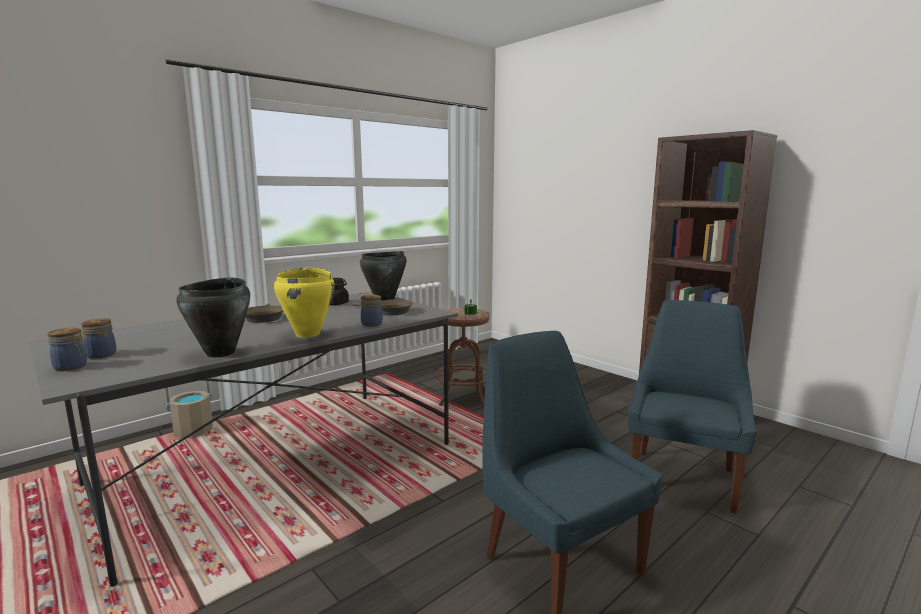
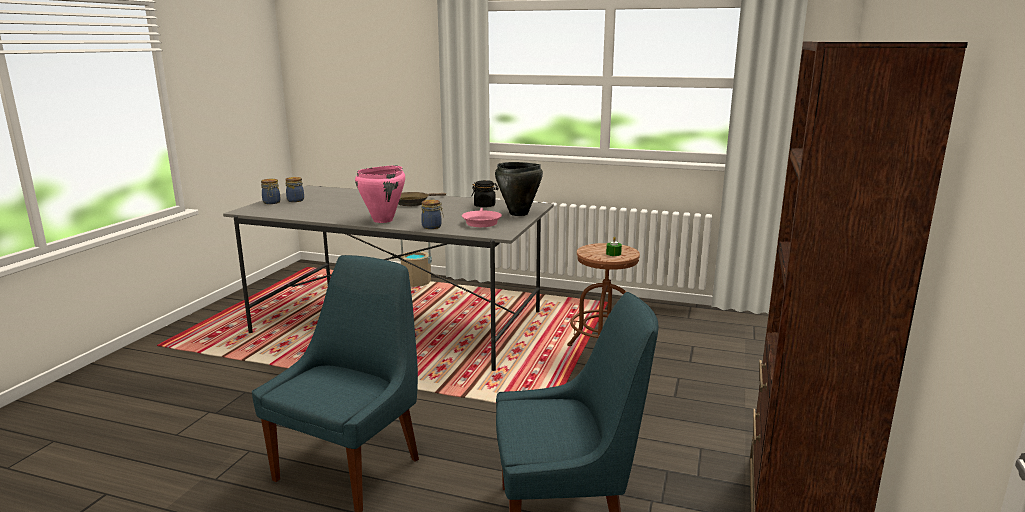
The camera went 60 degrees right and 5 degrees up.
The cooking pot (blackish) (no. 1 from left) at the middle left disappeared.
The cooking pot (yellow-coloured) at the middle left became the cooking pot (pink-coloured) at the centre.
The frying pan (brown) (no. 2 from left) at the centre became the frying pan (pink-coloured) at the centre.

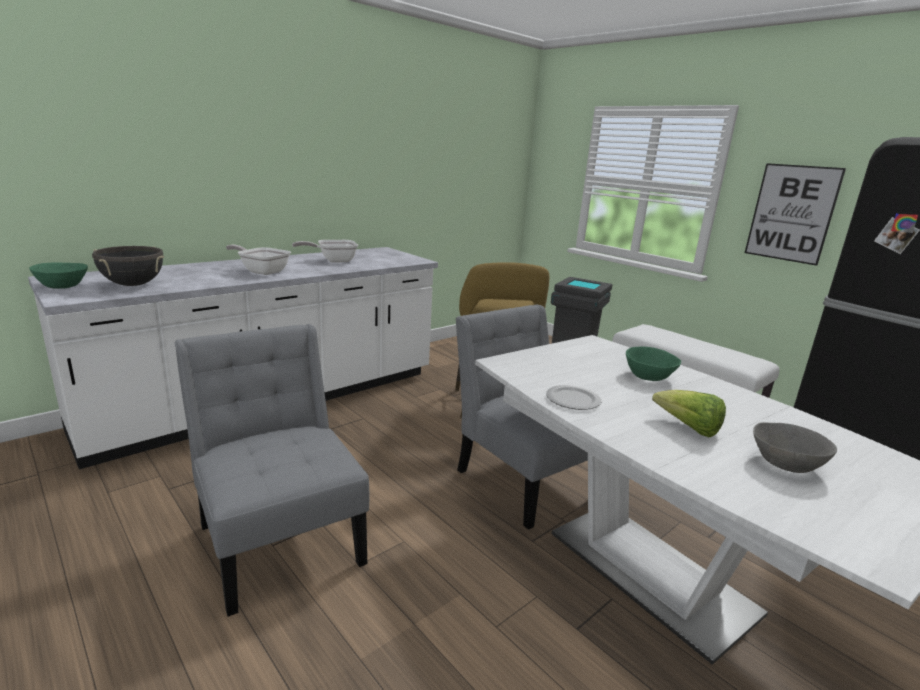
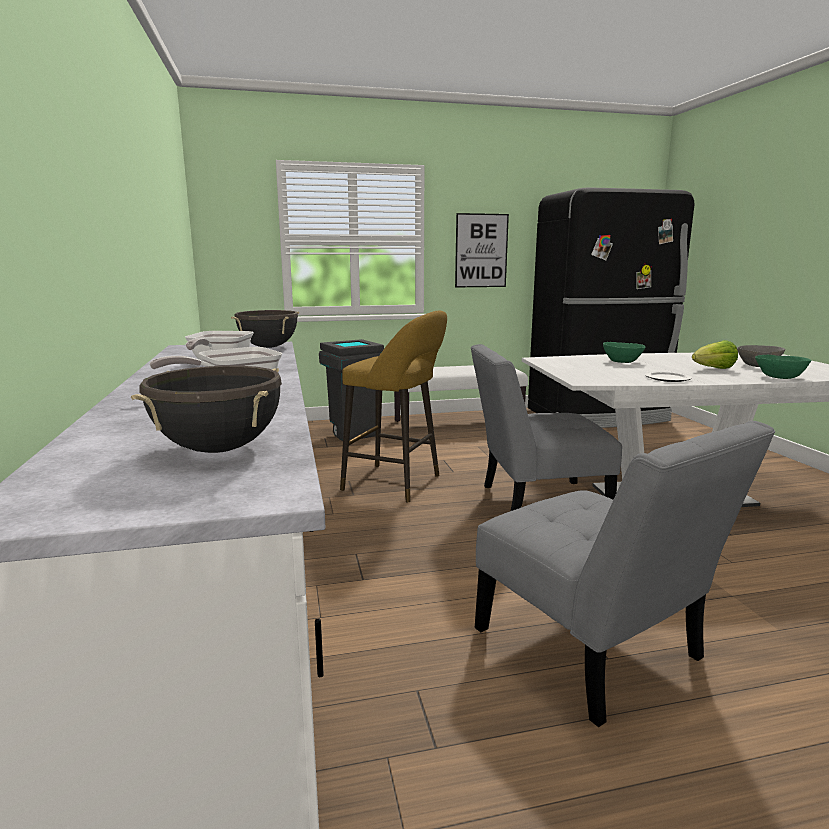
The camera went 60 degrees left and 5 degrees down.
The cooking pot (blackish) (no. 2 from left) at the middle left appeared.
The deep dish (green-coloured) (no. 1 from left in the first image) moved from the middle left to the middle right.
The upright chair (gray) (no. 1 from left in the first image) at the bottom left turned 120 degrees counterclockwise.

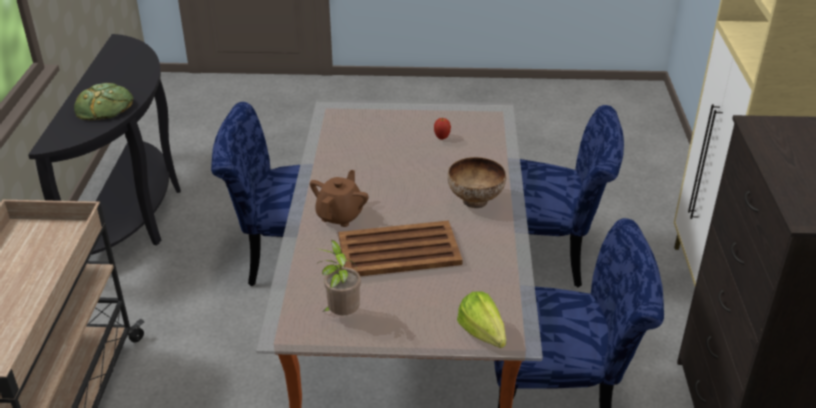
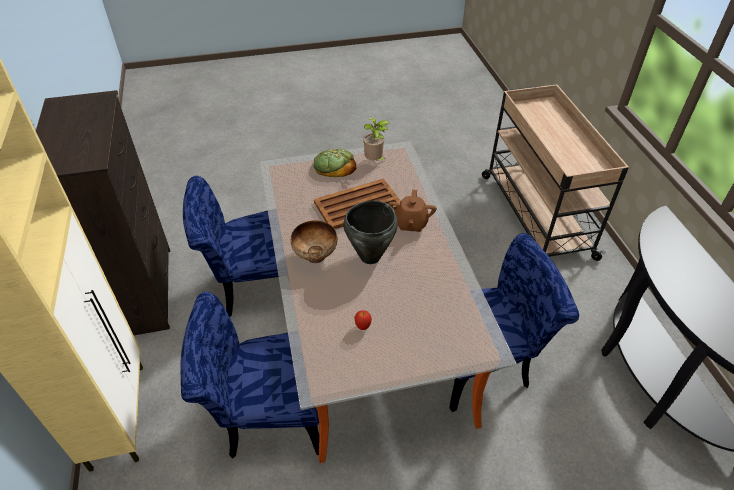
The camera went 165 degrees right and 10 degrees up.
The lettuce head at the bottom centre disappeared.
The cooking pot (blackish) at the centre appeared.
The baked bread moved from the top left to the top centre.

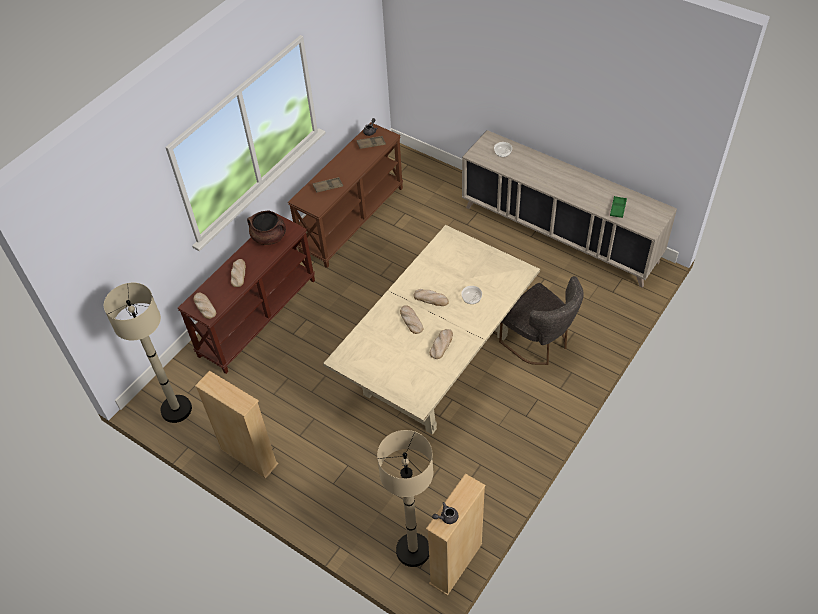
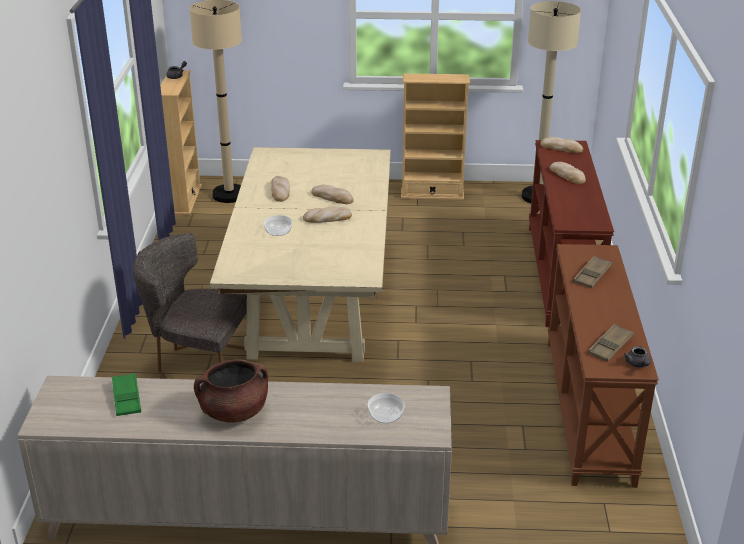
The camera went 145 degrees right and 20 degrees down.
The cooking pot (brown) moved from the middle left to the bottom left.

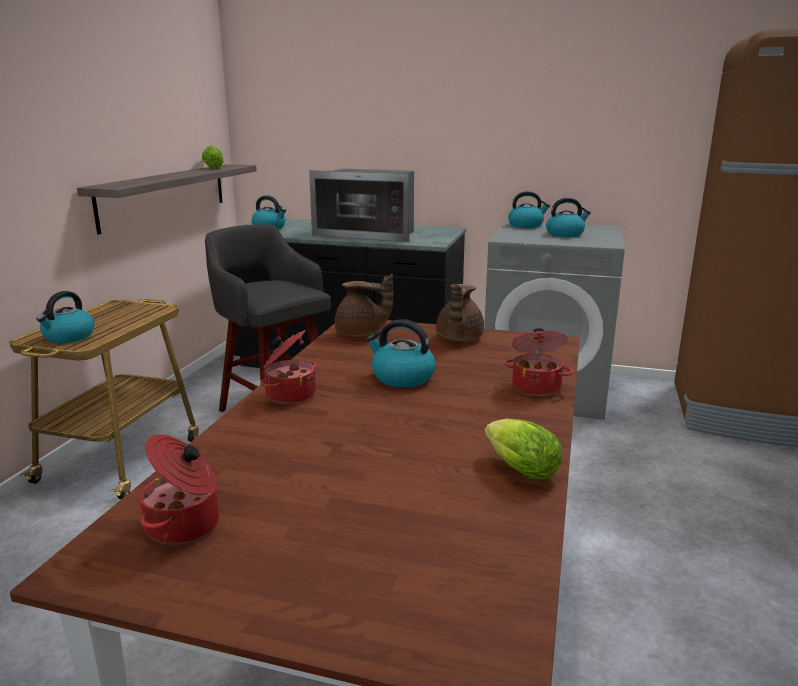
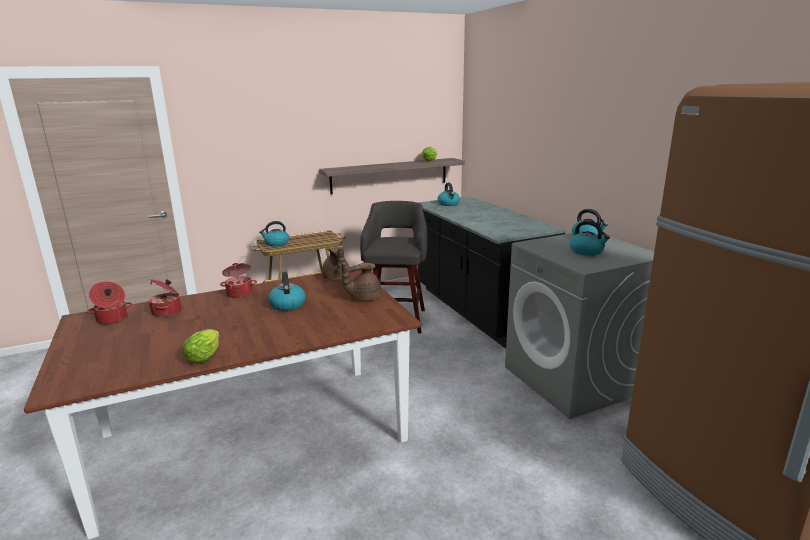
The camera went 50 degrees right and 0 degrees up.
The microwave at the top centre disappeared.
The cooking pot (no. 3 from left in the first image) moved from the middle right to the middle left.

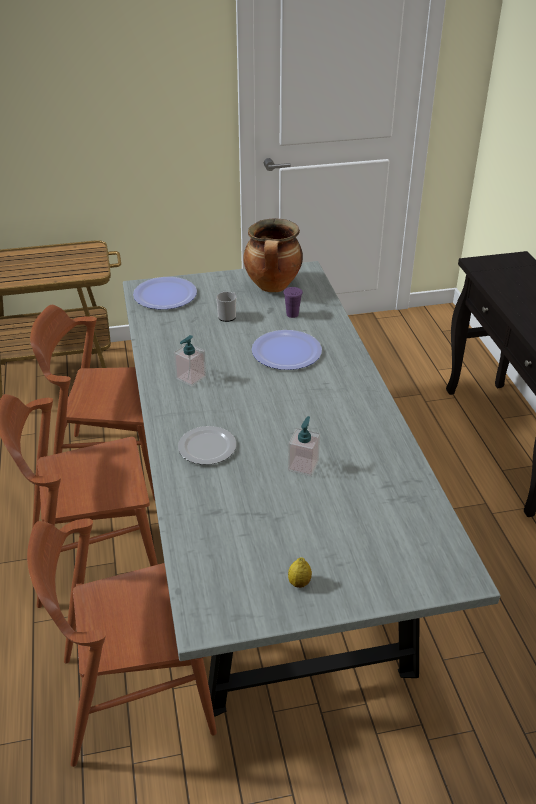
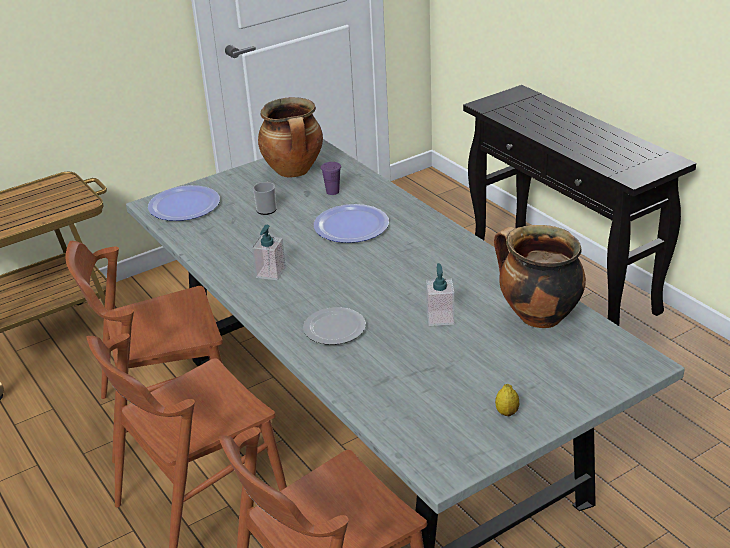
The camera went 20 degrees left and 5 degrees down.
The cooking pot (no. 2 from left) at the middle right appeared.

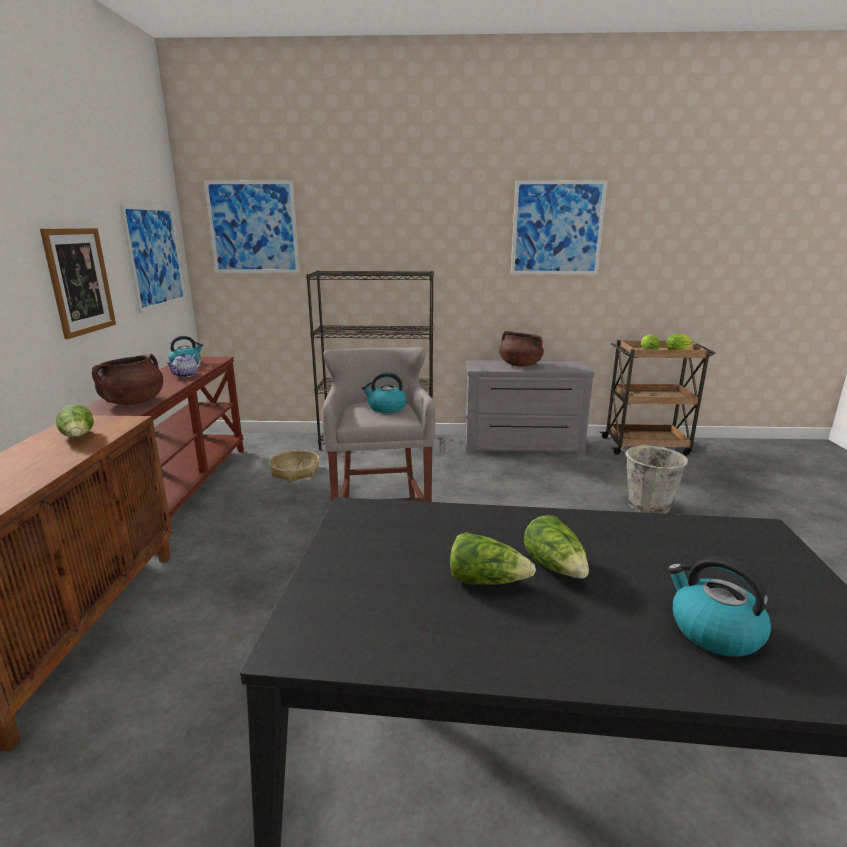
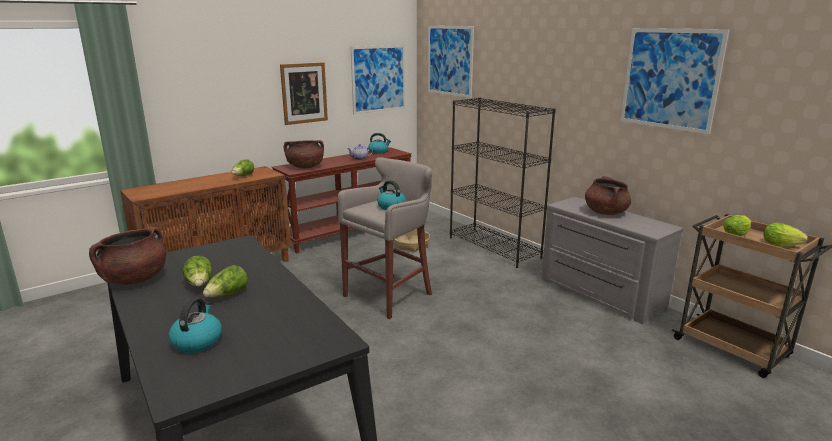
The camera went 50 degrees right and 0 degrees up.
The bucket (gray) at the middle right disappeared.
The cooking pot (brown) (no. 1 from left) at the middle left appeared.

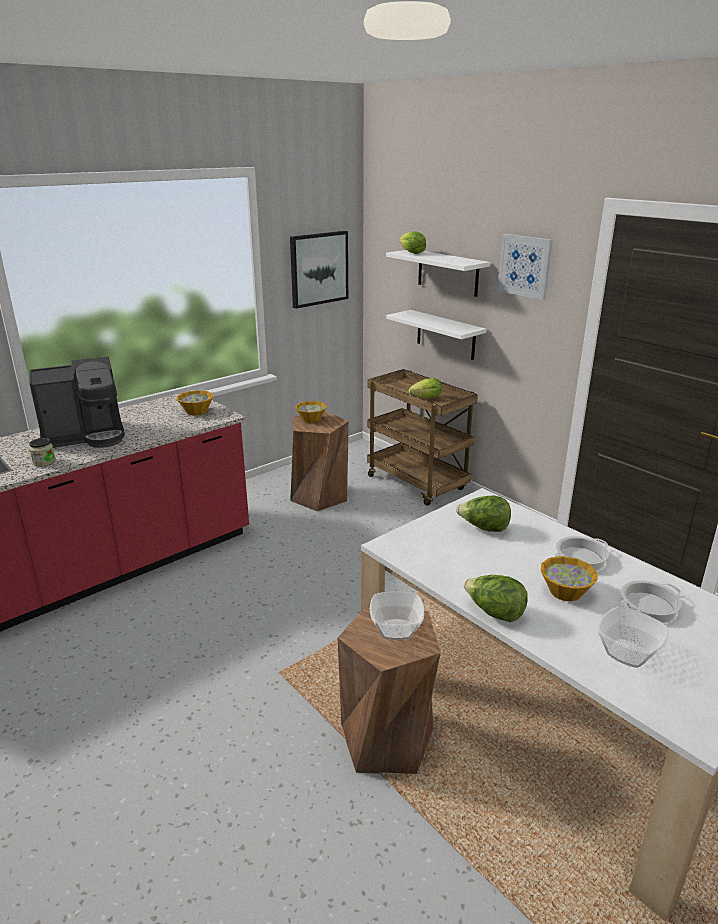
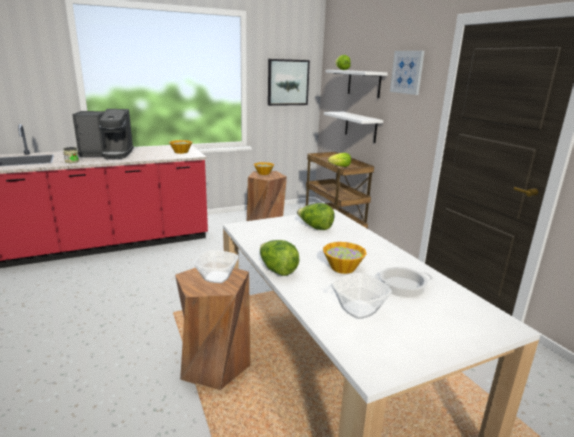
The camera went 15 degrees right and 5 degrees down.
The cooking pot (no. 1 from left) at the middle right disappeared.

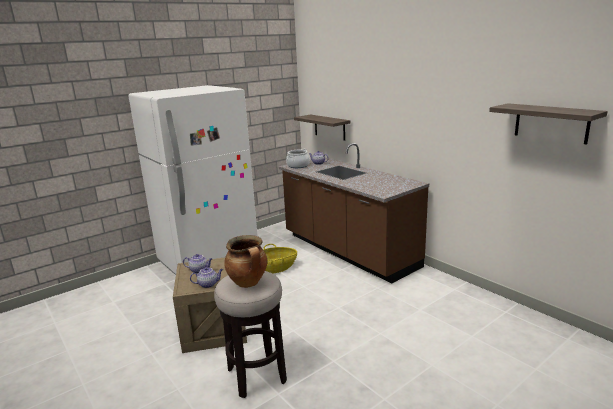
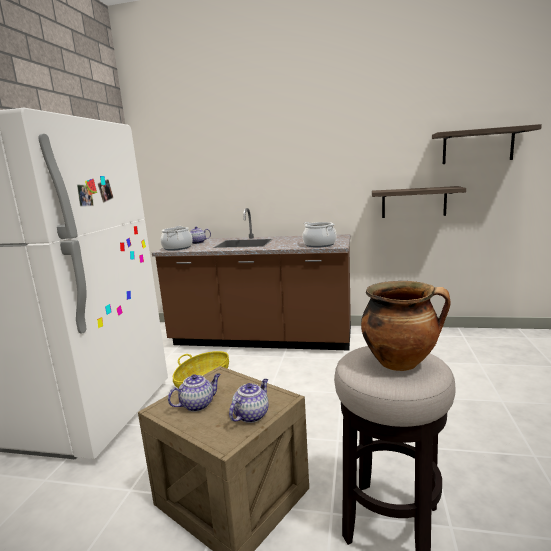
The camera went 40 degrees left and 5 degrees down.
The cooking pot (no. 2 from left) at the centre appeared.
The bracket shelf (no. 1 from left) moved from the top centre to the middle right.

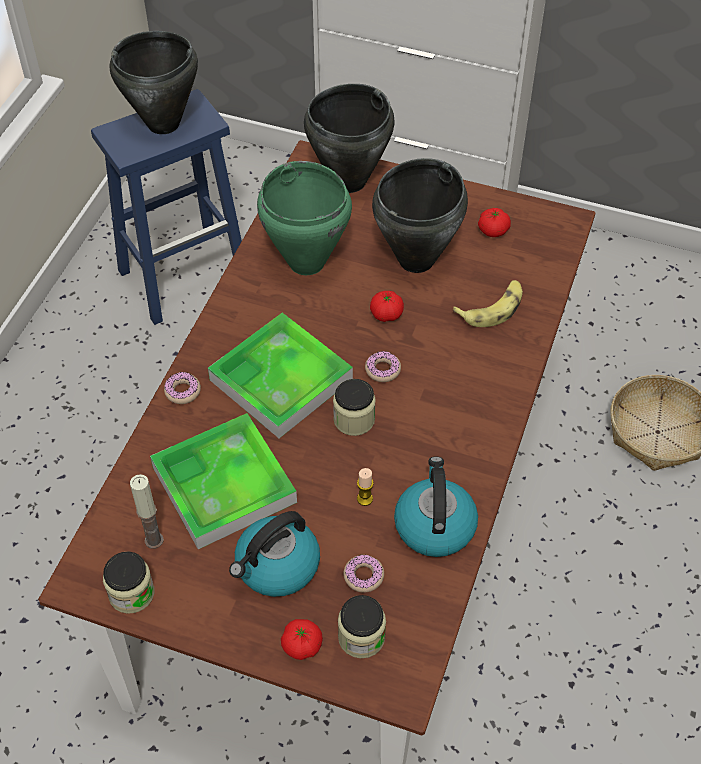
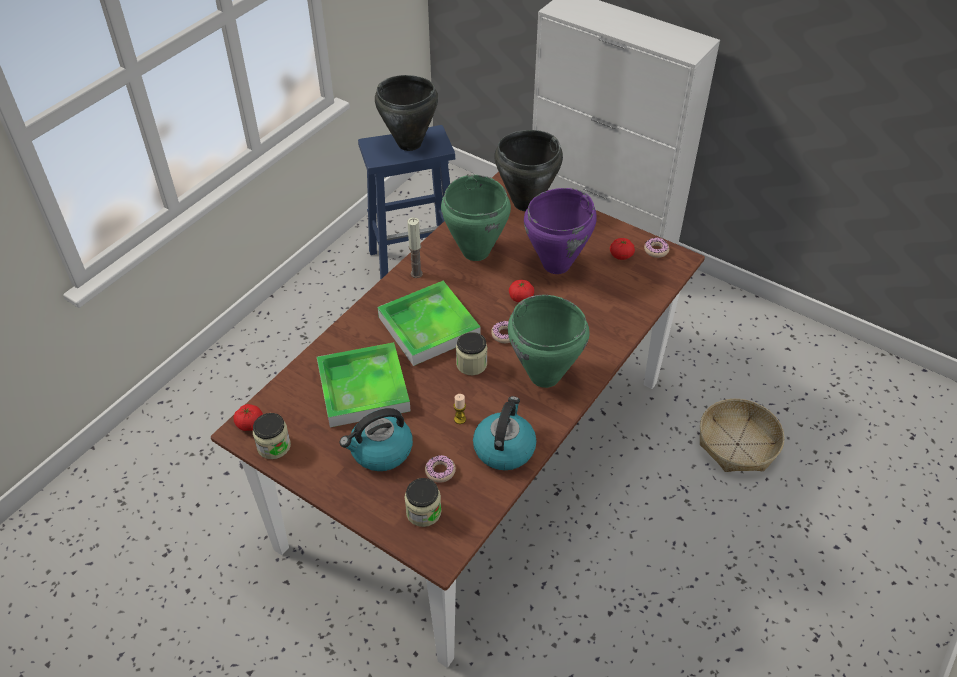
The camera went 15 degrees right and 5 degrees down.
The banana fruit at the middle right disappeared.
The cooking pot (green-coloured) (no. 2 from left) at the centre appeared.
The candle (no. 1 from left) moved from the bottom left to the centre.
The donut (no. 1 from left in the first image) moved from the middle left to the middle right.
The whole tomato (no. 1 from left) moved from the bottom centre to the middle left.
The cooking pot (blackish) (no. 3 from left) at the top centre became the cooking pot (purplish) at the centre.

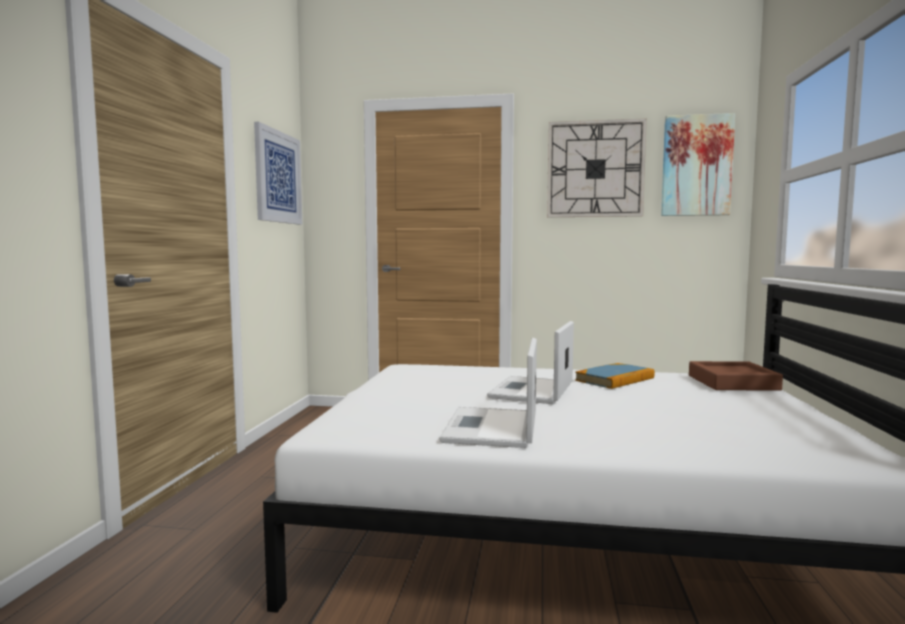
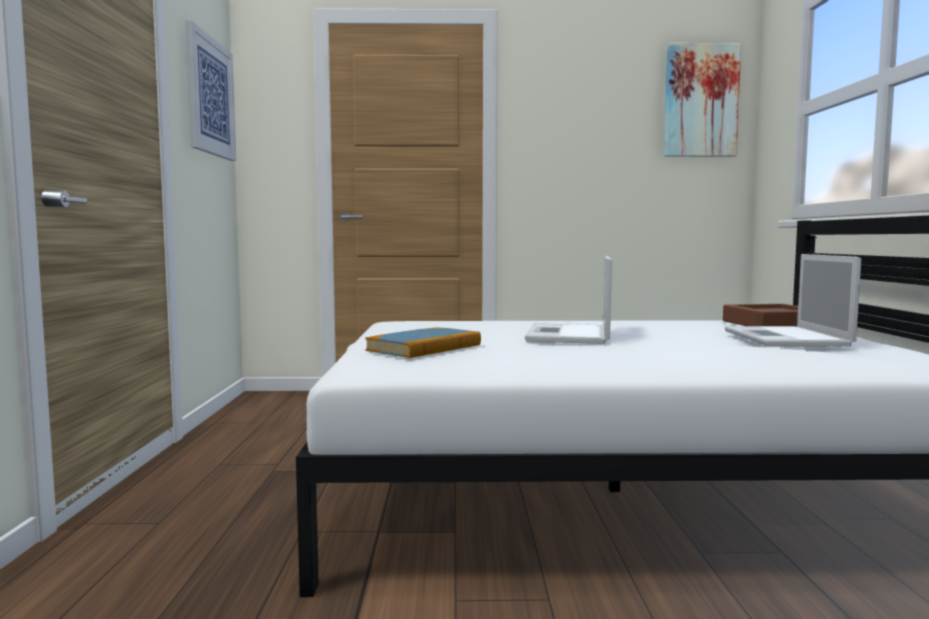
The camera went 10 degrees left and 0 degrees up.
The hanging clock at the top centre disappeared.
The portable computer (no. 1 from left in the first image) moved from the centre to the middle right.
The volume moved from the middle right to the centre.

